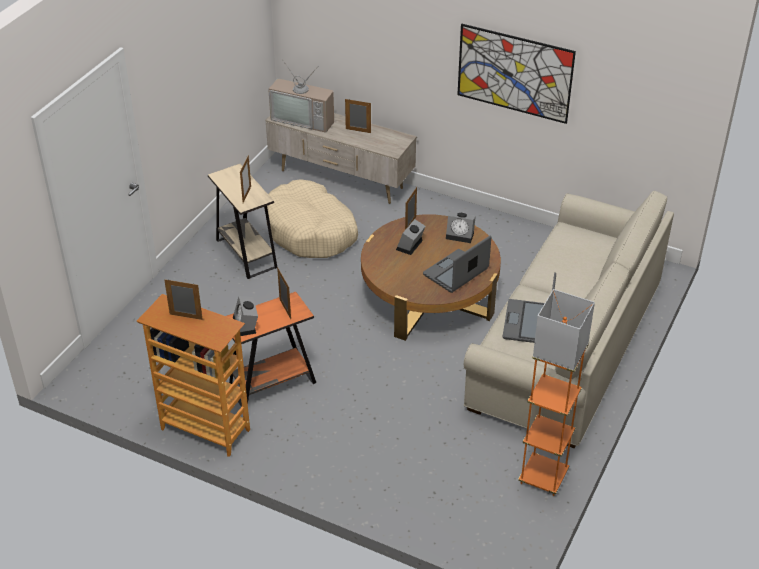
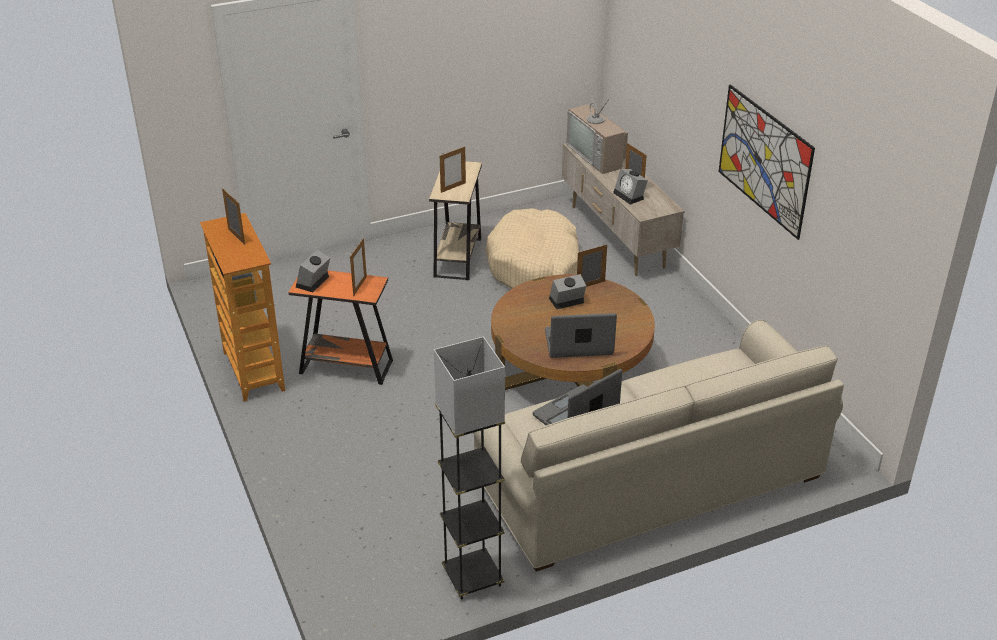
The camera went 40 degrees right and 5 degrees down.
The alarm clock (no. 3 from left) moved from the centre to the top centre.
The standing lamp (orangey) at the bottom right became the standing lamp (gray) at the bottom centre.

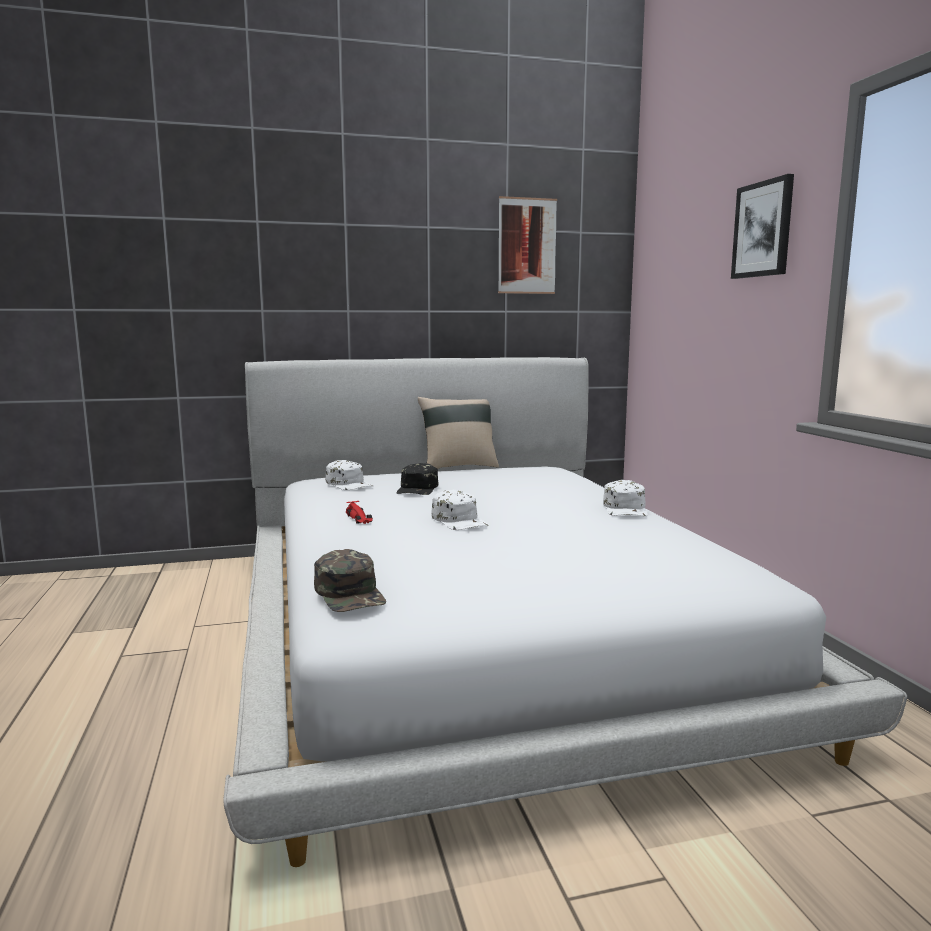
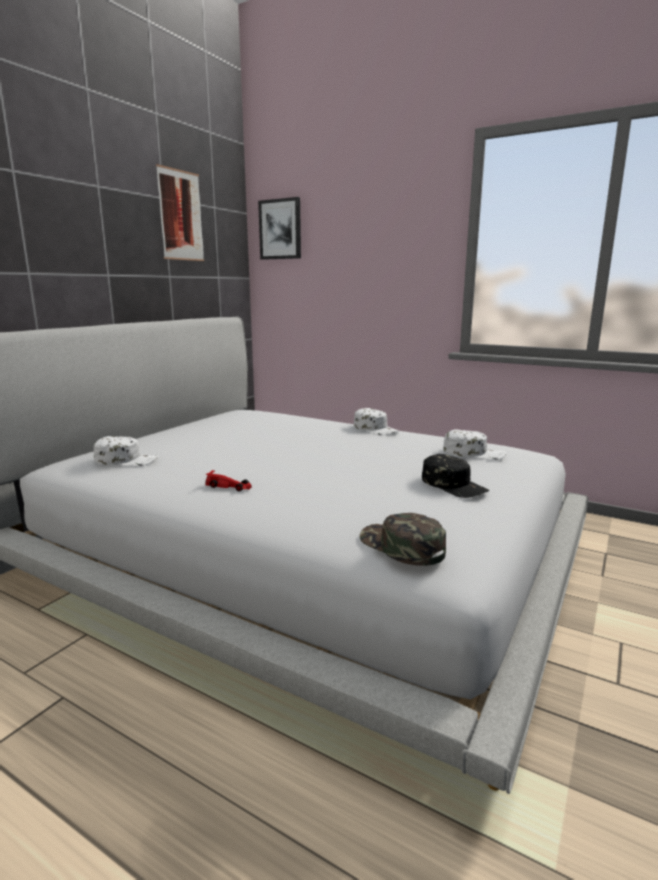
The camera went 45 degrees left and 5 degrees up.
The throw pillow (beige) at the centre disappeared.
The peaked cap (blackish) moved from the centre to the middle right.
The peaked cap (white) (no. 2 from left in the first image) moved from the centre to the middle right.
The wall picture (no. 2 from left) moved from the top right to the top centre.
The peaked cap (green-coloured) at the centre turned 150 degrees counterclockwise.

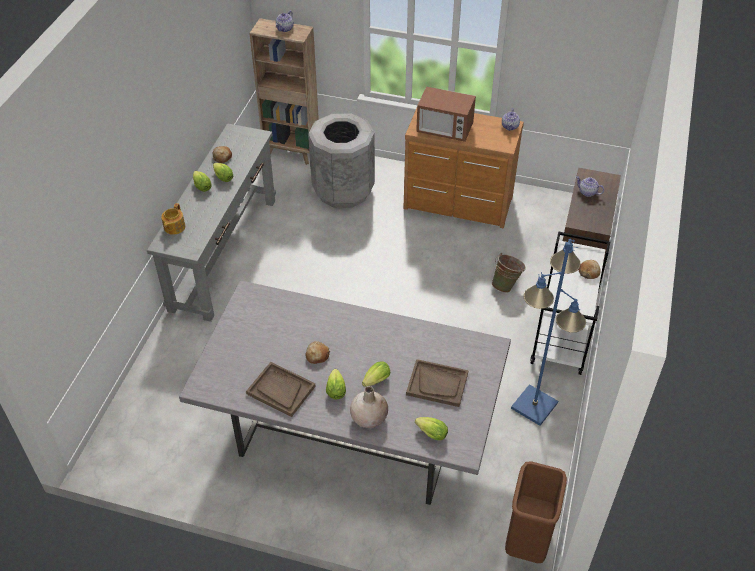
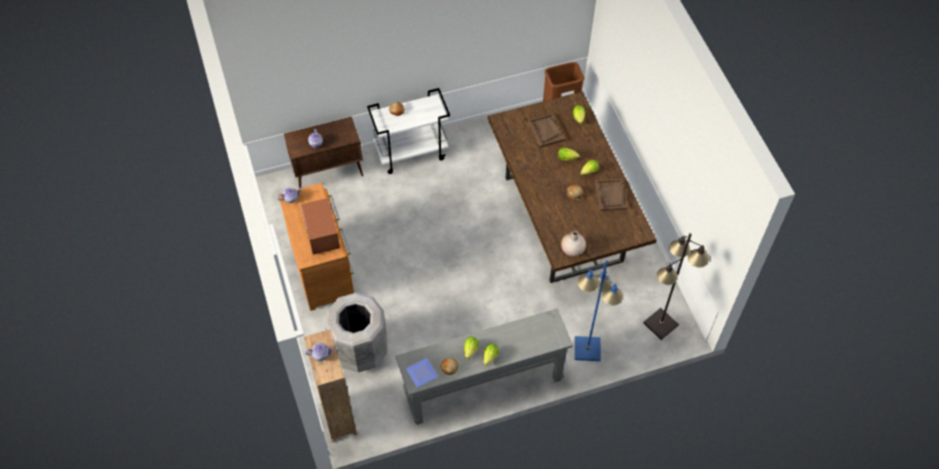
The camera went 125 degrees left and 10 degrees up.
The teapot (no. 1 from left) at the middle left disappeared.
The bucket (green-coloured) at the middle right disappeared.
The flat dish at the bottom centre appeared.
The standing lamp (blackish) at the middle right appeared.
The decorative vase (beige) moved from the bottom centre to the centre.
The standing lamp (bluish) moved from the middle right to the centre.
The dining table (gray) at the bottom centre became the dining table (brown) at the centre.

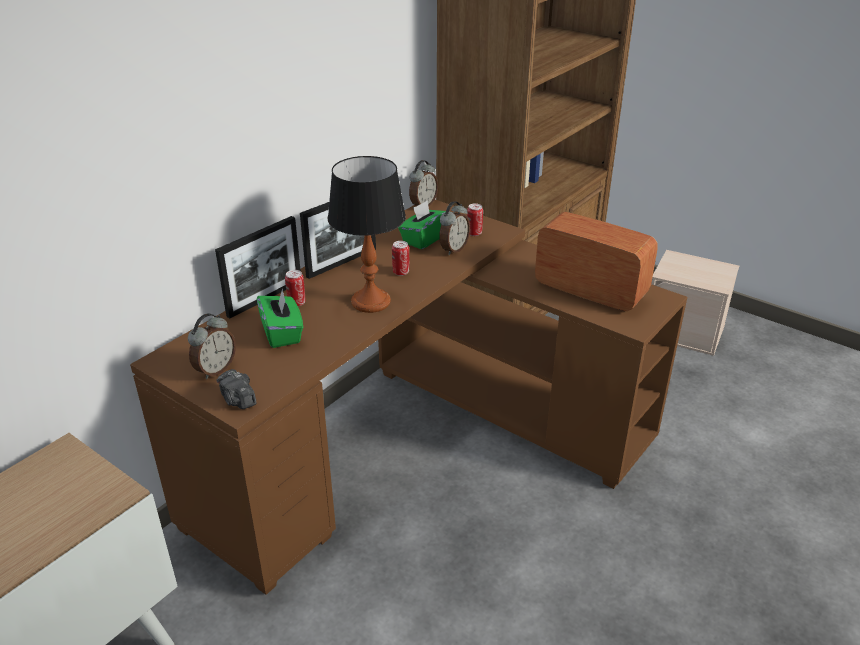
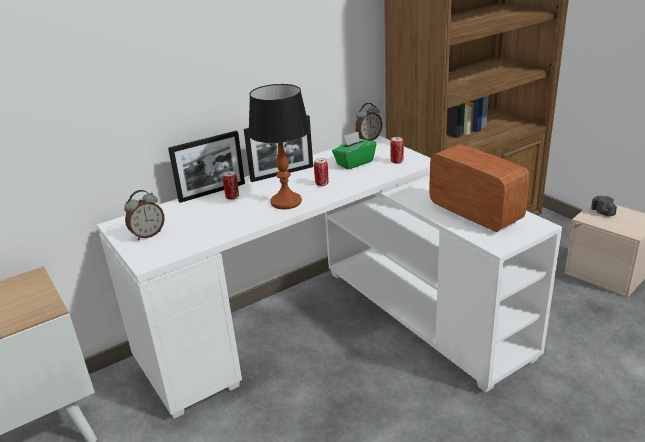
The camera went 20 degrees right and 5 degrees down.
The tissue box (green-coloured) (no. 1 from left) at the middle left disappeared.
The alarm clock (no. 3 from left) at the centre disappeared.
The photo camera moved from the middle left to the middle right.
The desk (brown) at the centre became the desk (white) at the centre.

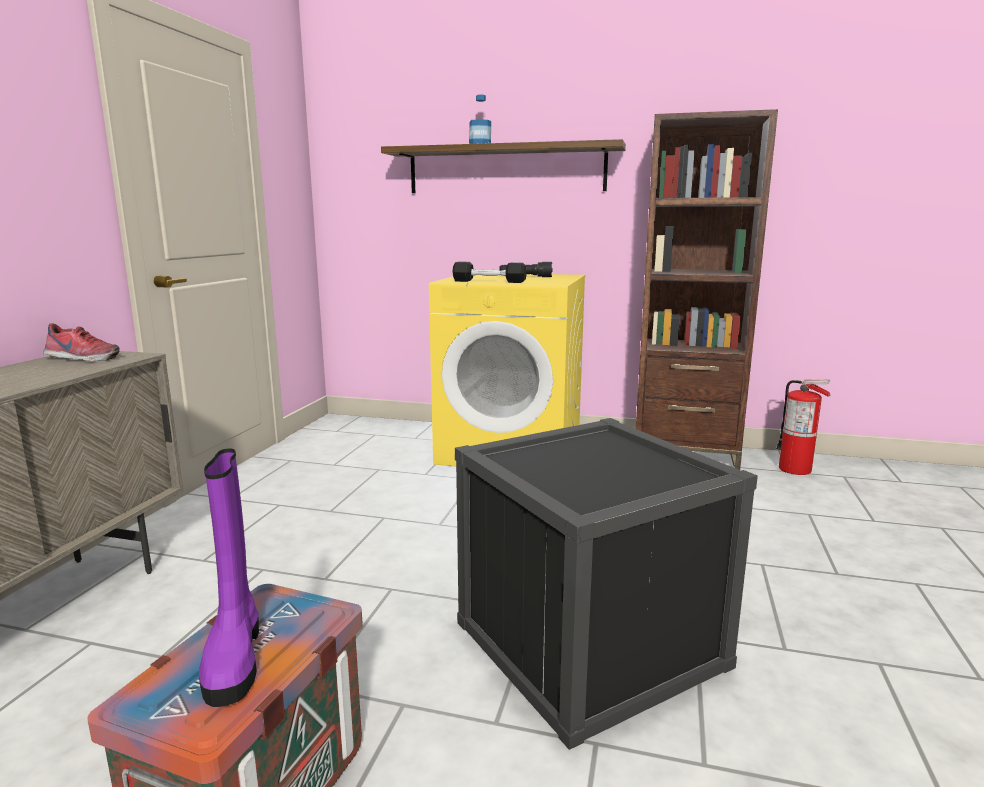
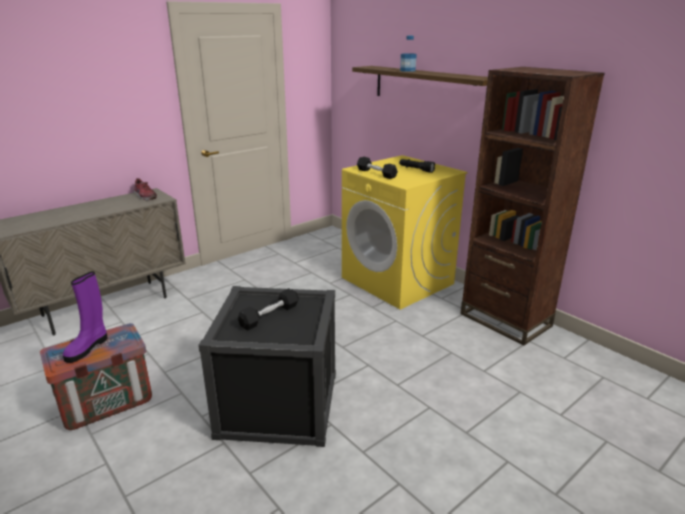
The camera went 35 degrees right and 10 degrees up.
The fire extinguisher at the middle right disappeared.
The free weight (blackish) (no. 1 from left) at the centre appeared.

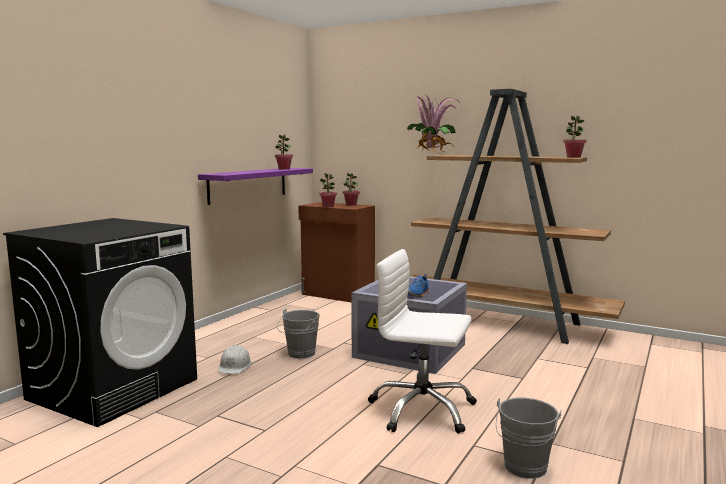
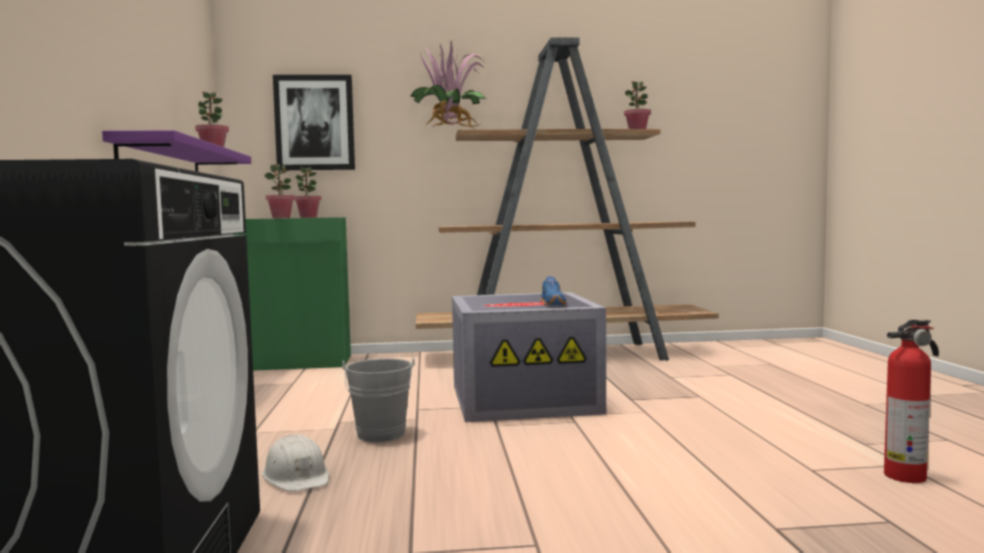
The camera went 35 degrees left and 5 degrees down.
The desk chair (white) at the bottom centre disappeared.
The wall picture at the top left appeared.
The bucket (gray) (no. 2 from left) at the bottom right was replaced by the fire extinguisher at the bottom right.
The storage cabinet (brown) at the centre became the storage cabinet (green-coloured) at the middle left.

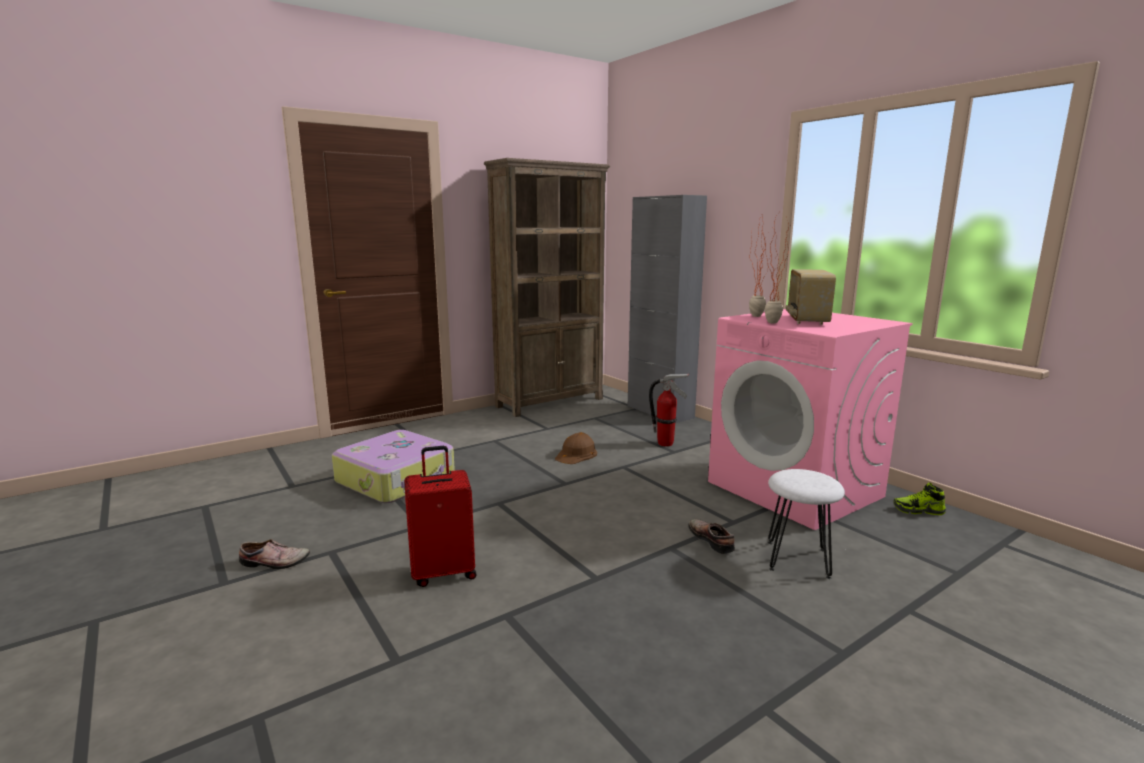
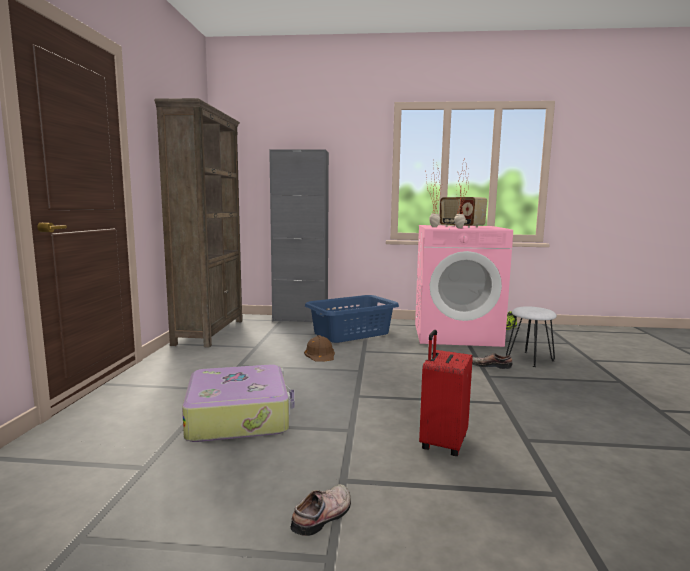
The camera went 50 degrees left and 5 degrees down.
The fire extinguisher at the centre was replaced by the laundry basket (bluish) at the centre.

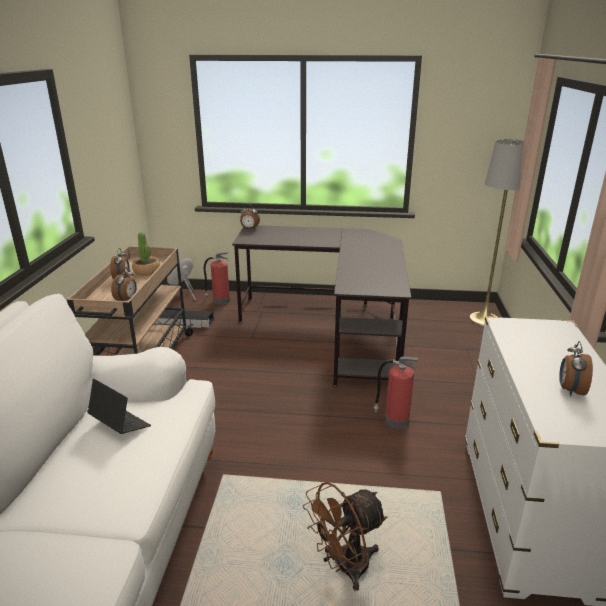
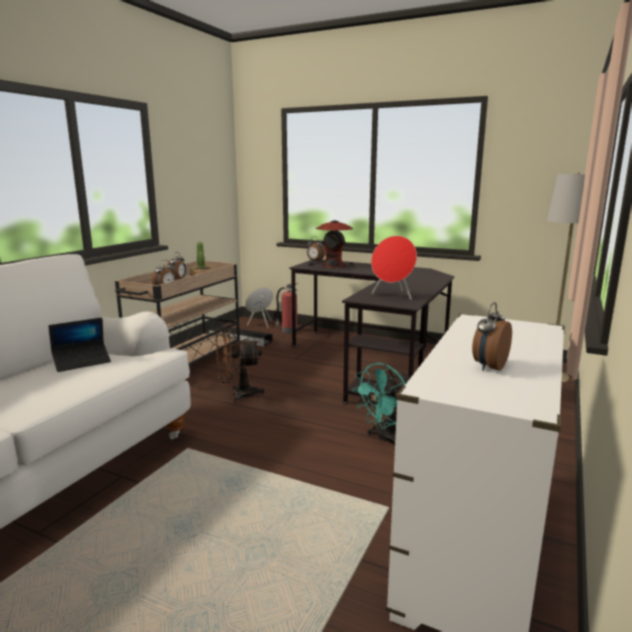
The camera went 20 degrees right and 10 degrees down.
The tabletop lamp at the centre appeared.
The speaker (red) at the centre appeared.
The cooling fan (brown) moved from the bottom centre to the centre.
The fire extinguisher (no. 2 from left) at the centre was replaced by the cooling fan (turquoise) at the centre.
The portable computer at the bottom left turned 90 degrees clockwise.

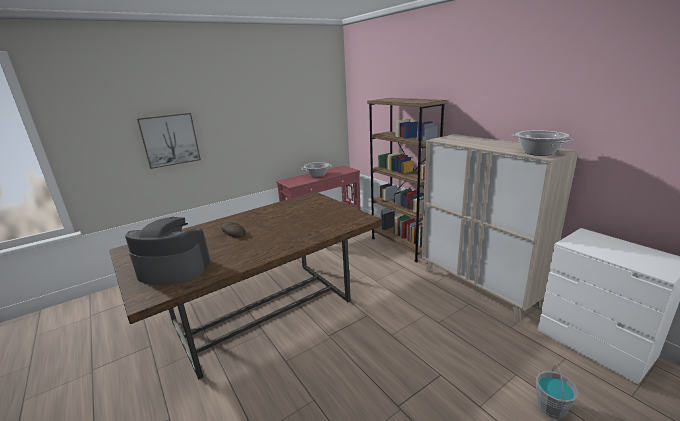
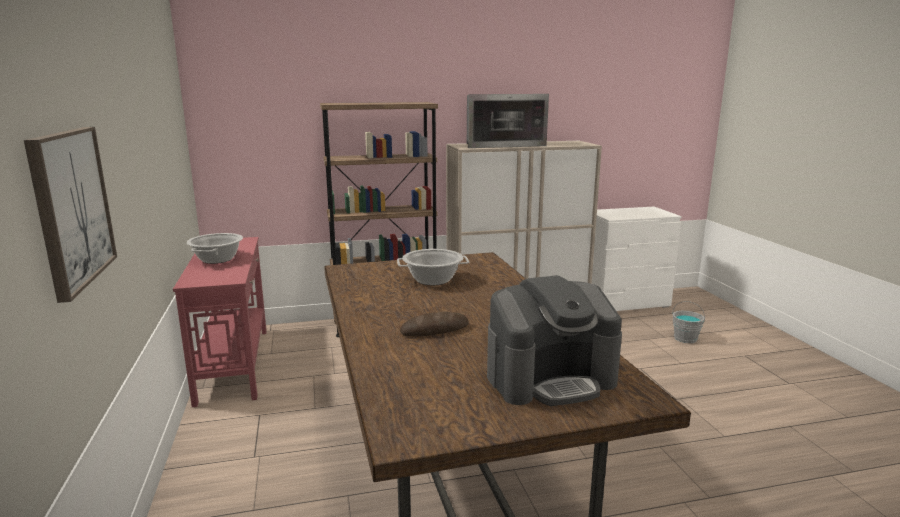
The camera went 70 degrees left and 5 degrees down.
The microwave at the top centre appeared.
The cooking pot (no. 2 from left) moved from the middle right to the centre.
The coffee machine at the middle left turned 135 degrees counterclockwise.

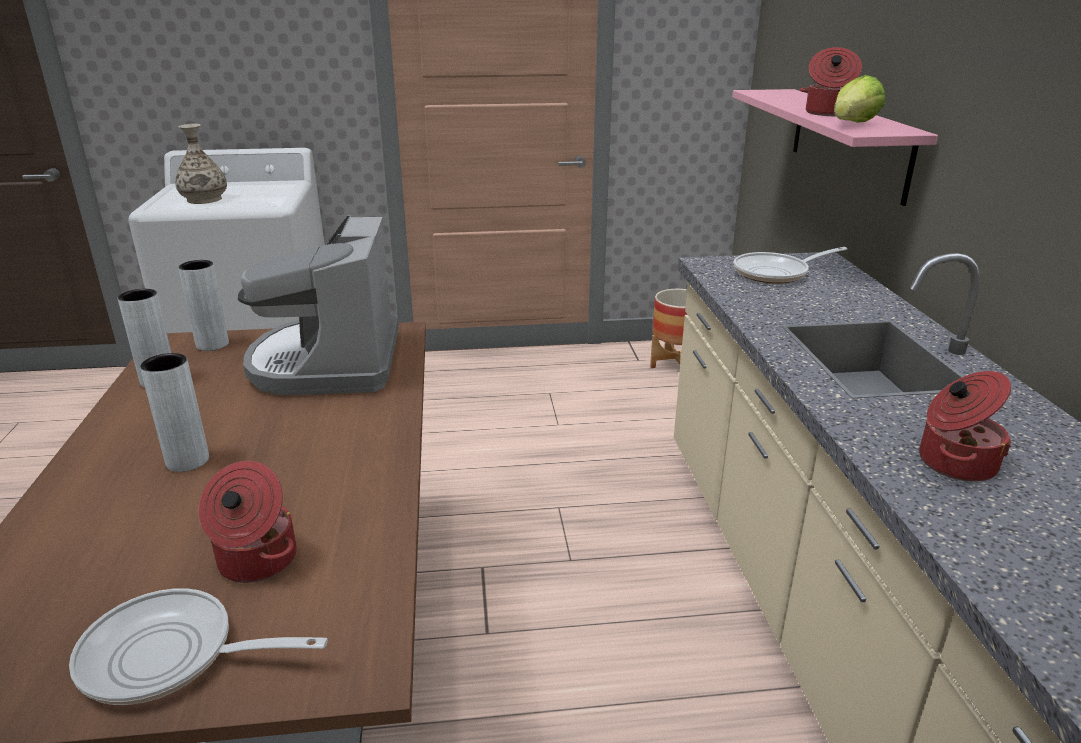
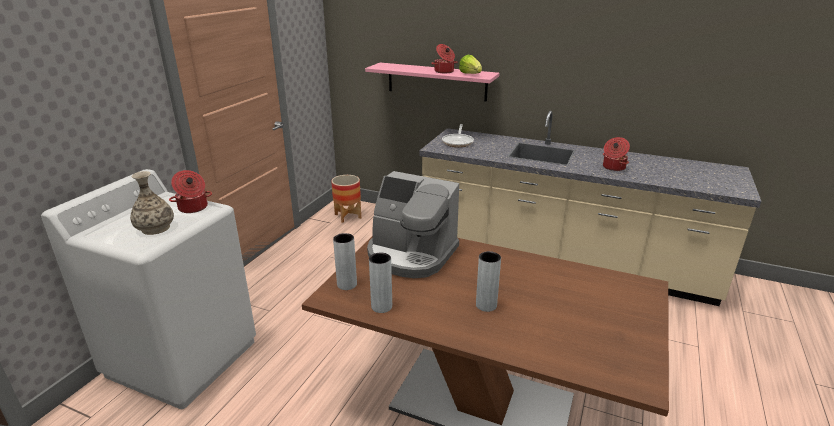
The camera went 60 degrees left and 0 degrees up.
The frying pan (no. 1 from left) at the bottom left disappeared.
The cooking pot (no. 1 from left) moved from the bottom left to the middle left.

